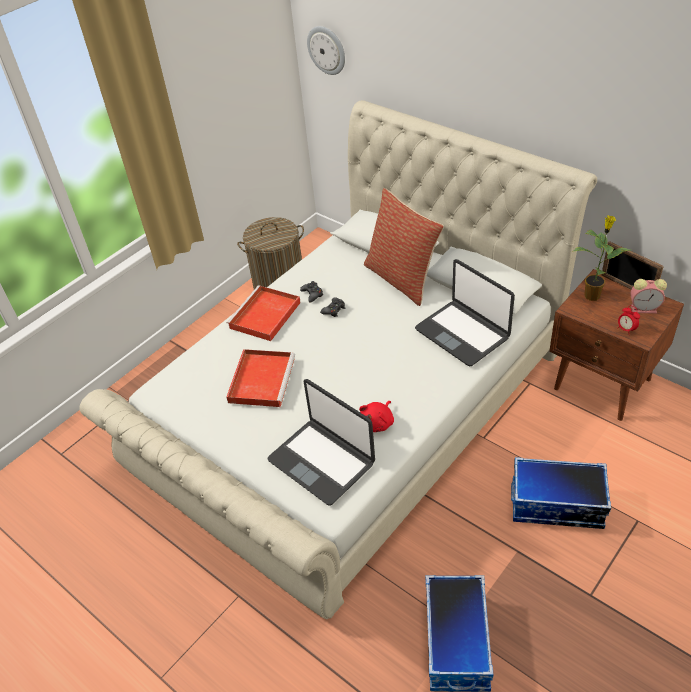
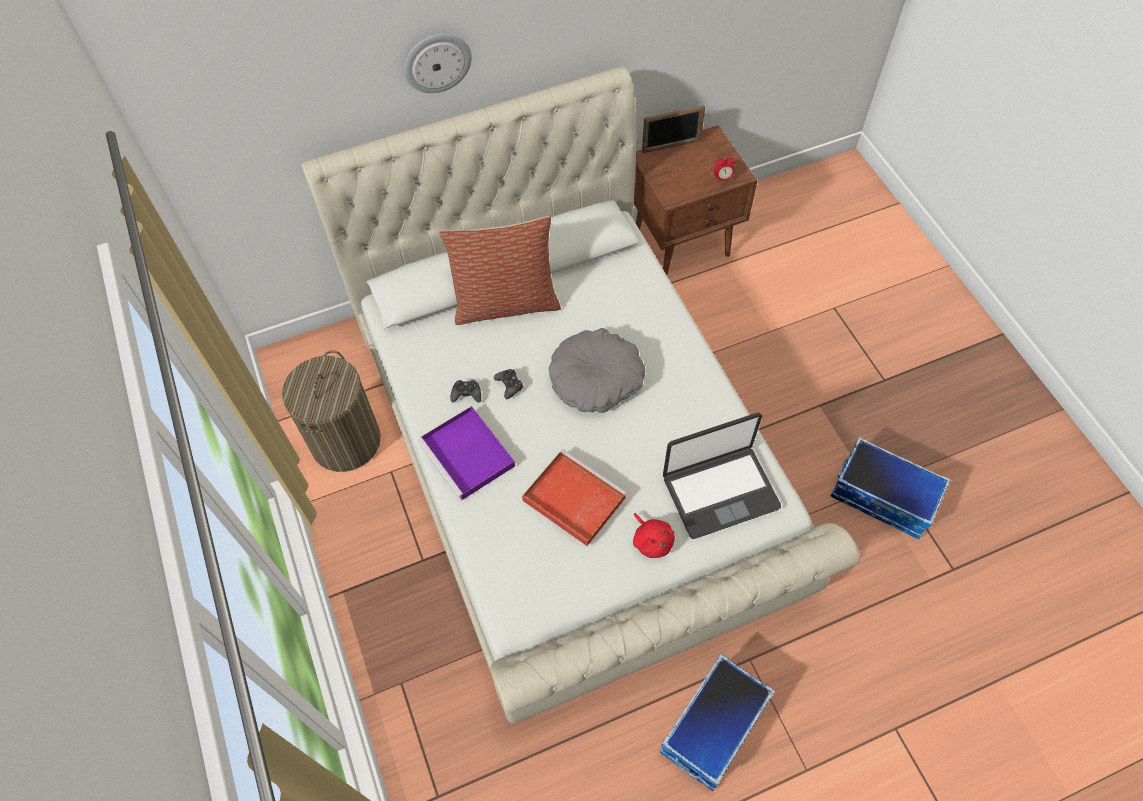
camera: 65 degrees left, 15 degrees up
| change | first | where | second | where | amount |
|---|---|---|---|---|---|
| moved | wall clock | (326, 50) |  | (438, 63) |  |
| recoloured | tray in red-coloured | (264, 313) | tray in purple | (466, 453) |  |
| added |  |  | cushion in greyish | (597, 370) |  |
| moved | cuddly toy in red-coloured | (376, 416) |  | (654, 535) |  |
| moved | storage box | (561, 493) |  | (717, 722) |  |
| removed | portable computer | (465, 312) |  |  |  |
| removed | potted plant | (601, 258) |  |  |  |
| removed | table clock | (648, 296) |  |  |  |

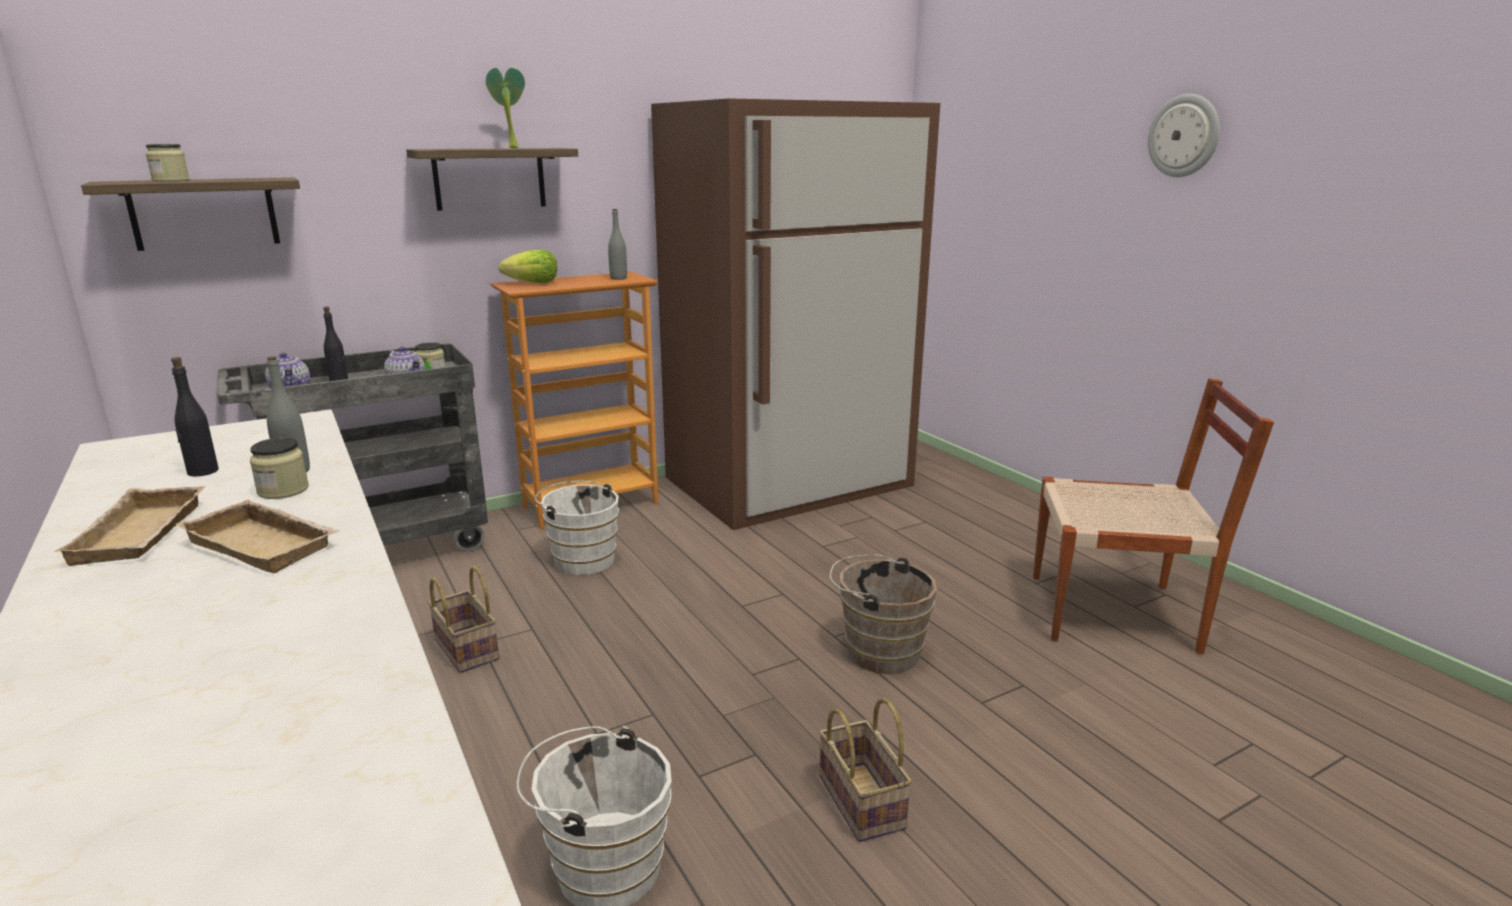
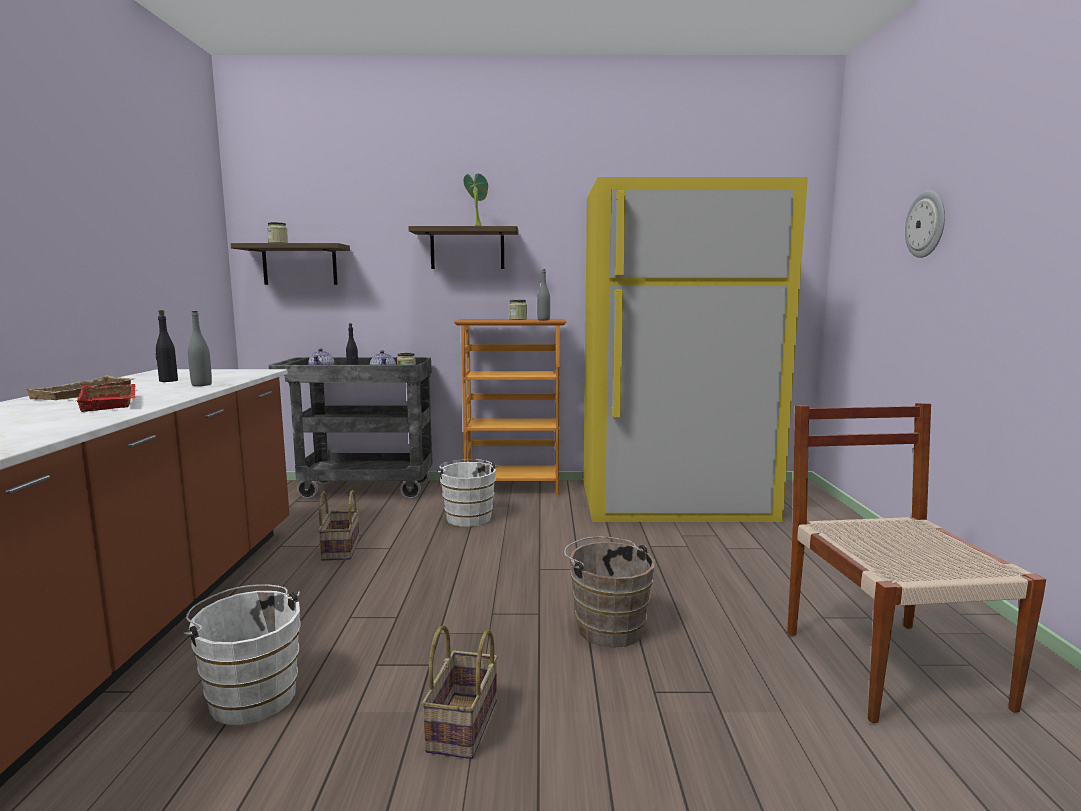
camera: 30 degrees right, 10 degrees down
| change | first | where | second | where | amount |
|---|---|---|---|---|---|
| recoloured | tray in beige | (257, 536) | tray in red-coloured | (106, 398) |  |
| moved | storage jar | (279, 468) |  | (518, 310) |  |
| recoloured | fridge in brownish | (795, 314) | fridge in yellowish | (695, 349) |  |
| turned | plain chair | (1153, 516) |  | (916, 563) | 135 degrees counterclockwise |
| moved | wall clock | (1184, 135) |  | (925, 224) |  |
| removed | lettuce | (527, 266) |  |  |  |

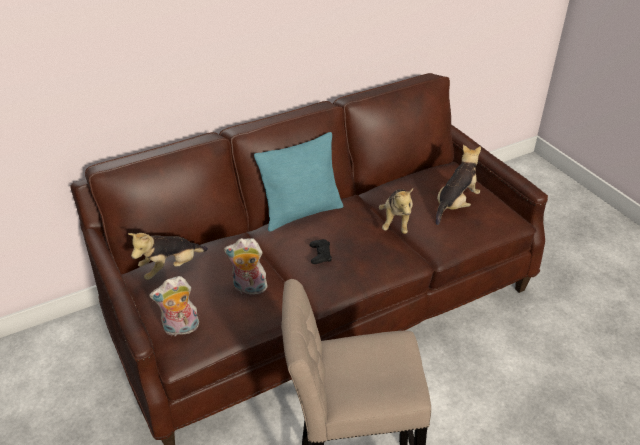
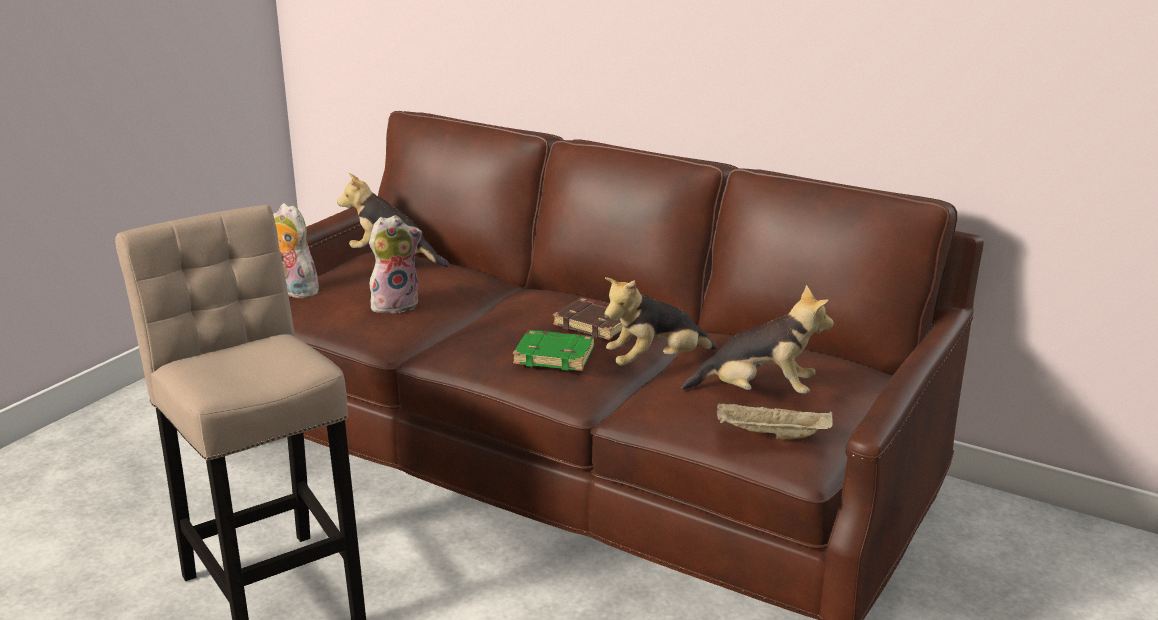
camera: 60 degrees right, 15 degrees down
| change | first | where | second | where | amount |
|---|---|---|---|---|---|
| turned | cuddly toy | (246, 266) |  | (395, 264) | 90 degrees clockwise |
| added |  |  | bound book in greenish | (554, 350) |  |
| added |  |  | bound book in brownish | (588, 318) |  |
| added |  |  | tray in beige | (775, 421) |  |
| removed | cushion in turquoise | (298, 182) |  |  |  |
| removed | gamepad in black-coloured | (320, 251) |  |  |  |

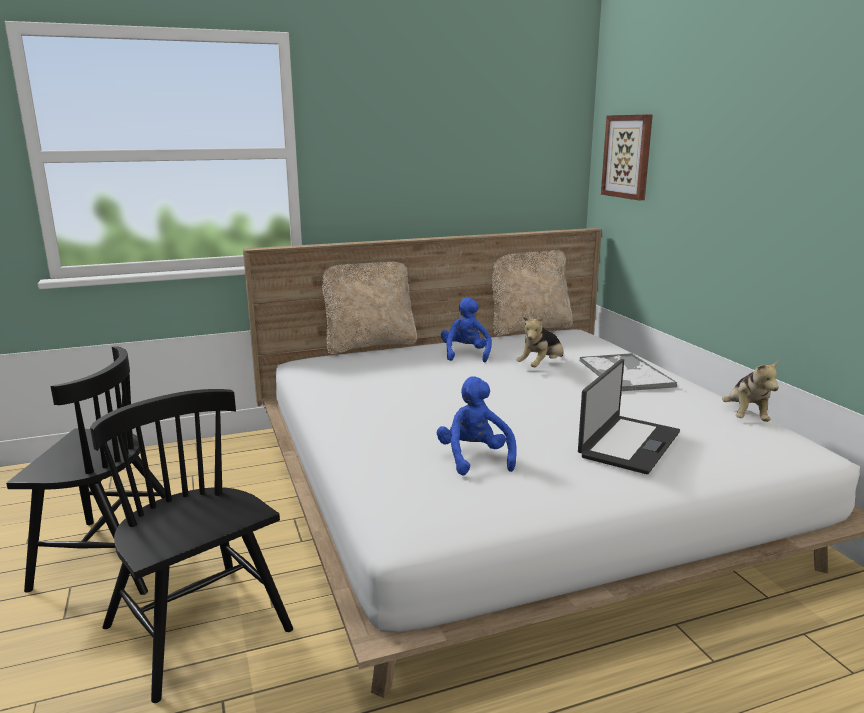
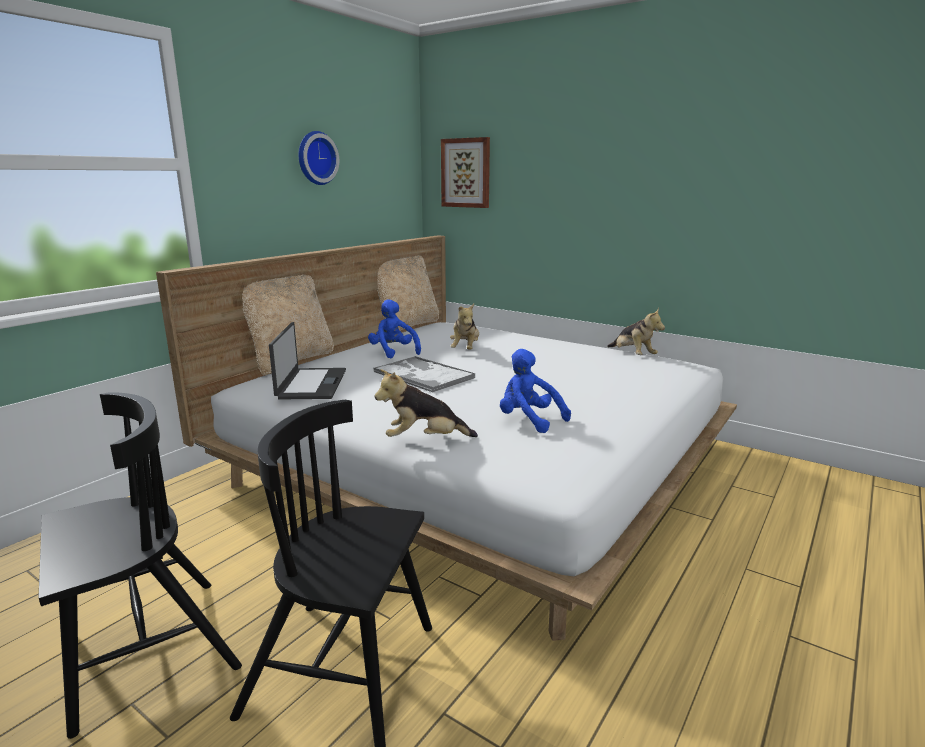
camera: 35 degrees left, 0 degrees up
| change | first | where | second | where | amount |
|---|---|---|---|---|---|
| moved | portable computer | (629, 416) |  | (307, 361) |  |
| added |  |  | wall clock | (319, 158) |  |
| moved | tray | (628, 372) |  | (424, 374) |  |
| added |  |  | cuddly toy | (426, 403) |  |

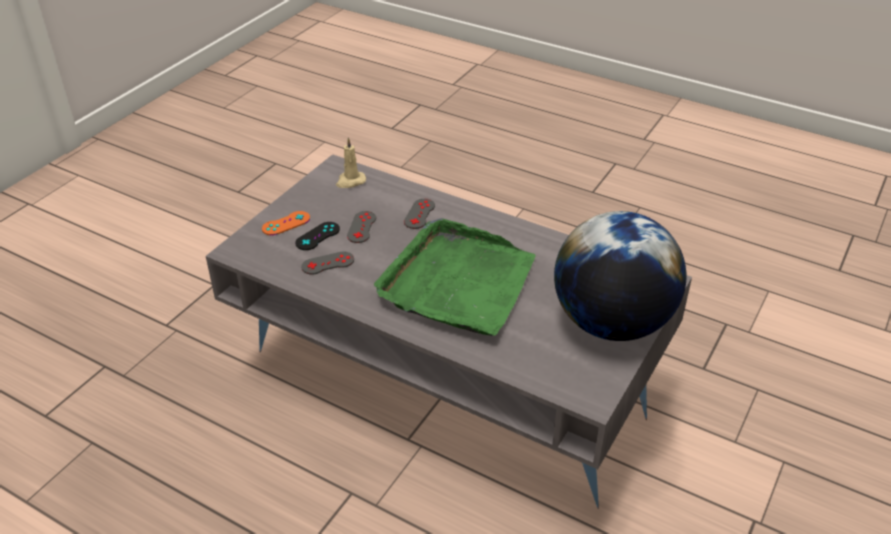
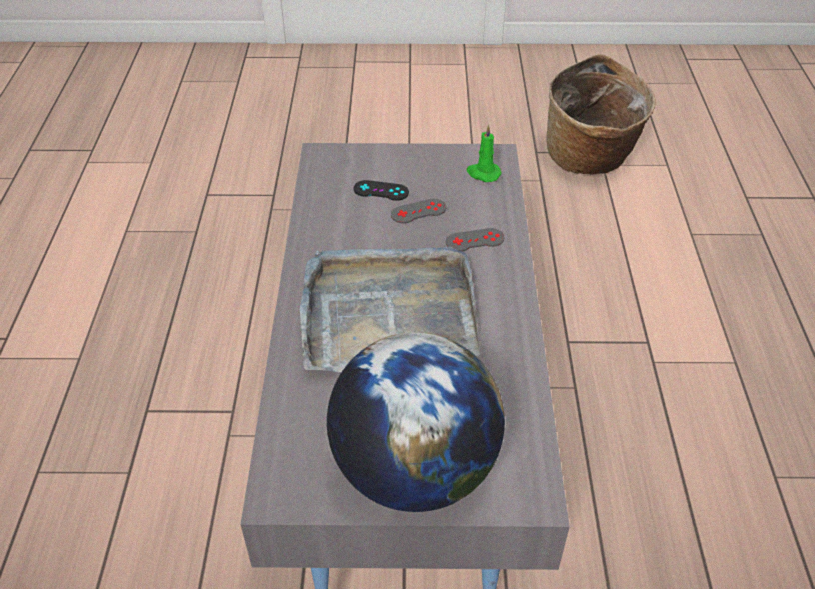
camera: 60 degrees right, 5 degrees up
| change | first | where | second | where | amount |
|---|---|---|---|---|---|
| recoloured | tray in greenish | (455, 277) | tray in greyish | (390, 310) |  |
| recoloured | candle in beige | (351, 163) | candle in greenish | (484, 153) |  |
| added |  |  | storage basket | (601, 114) |  |
| removed | gamepad in orange | (286, 223) |  |  |  |
| removed | gamepad in greyish | (327, 263) |  |  |  |

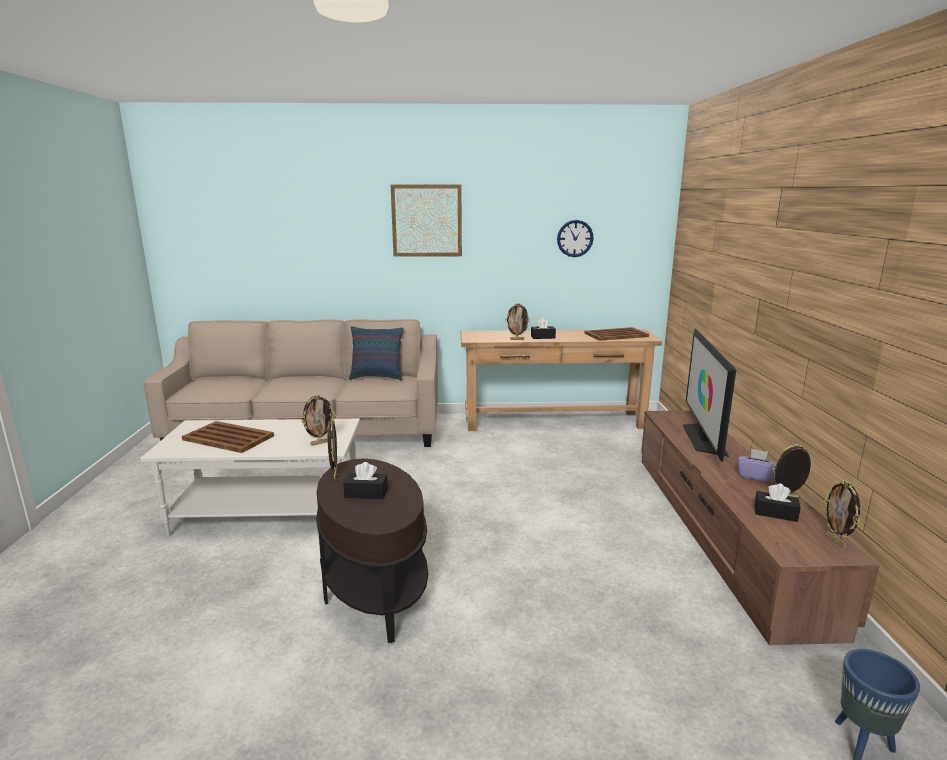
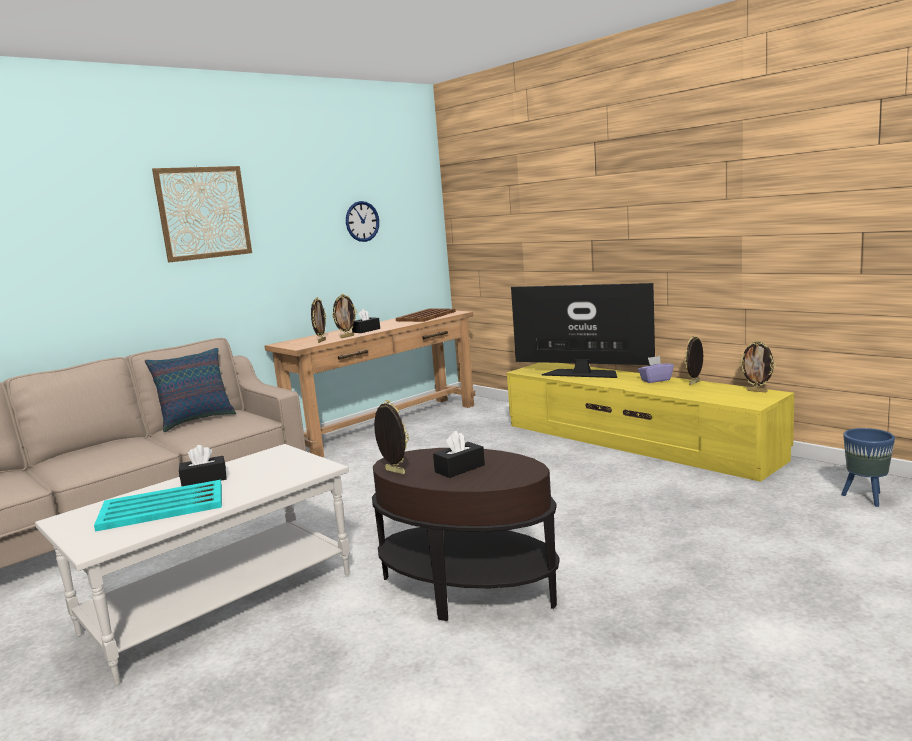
camera: 40 degrees left, 5 degrees down
| change | first | where | second | where | amount |
|---|---|---|---|---|---|
| recoloured | tray in brownish | (228, 437) | tray in turquoise | (158, 506) |  |
| moved | tissue holder in black-coloured | (778, 503) |  | (203, 465) |  |
| moved | photo frame | (318, 420) |  | (318, 320) |  |
| recoloured | tv unit in brownish | (760, 528) | tv unit in yellowish | (650, 422) |  |
| turned | TV | (709, 395) |  | (583, 330) | 150 degrees clockwise |

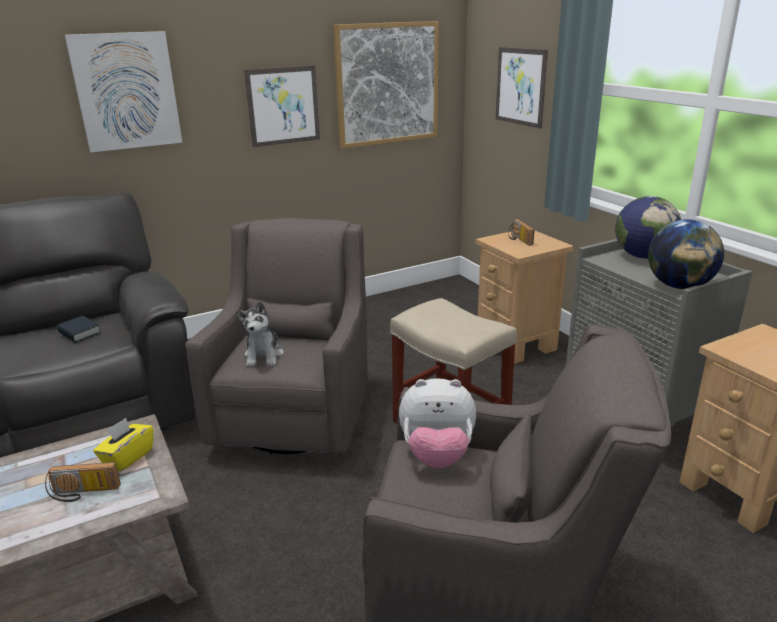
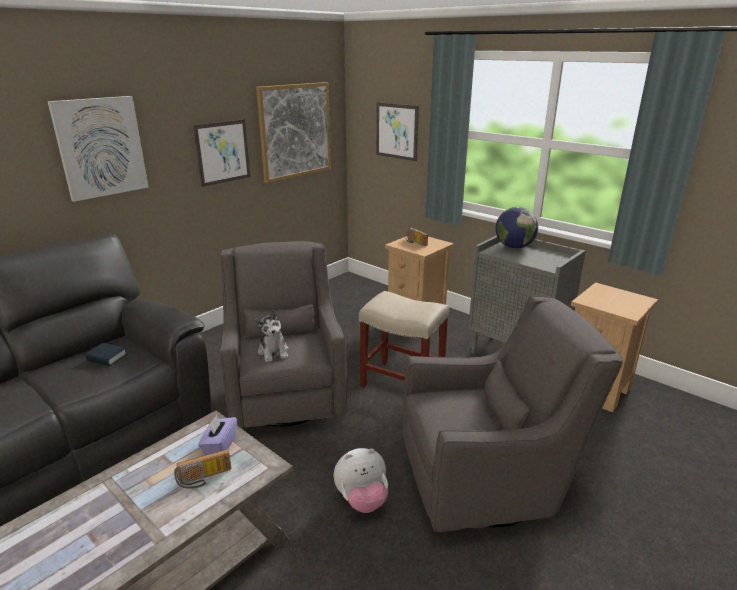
camera: 20 degrees left, 0 degrees up
| change | first | where | second | where | amount |
|---|---|---|---|---|---|
| recoloured | tissue holder in yellowish | (123, 445) | tissue holder in purple | (217, 435) |  |
| moved | cuddly toy | (437, 423) |  | (361, 480) |  |
| removed | world globe | (686, 254) |  |  |  |

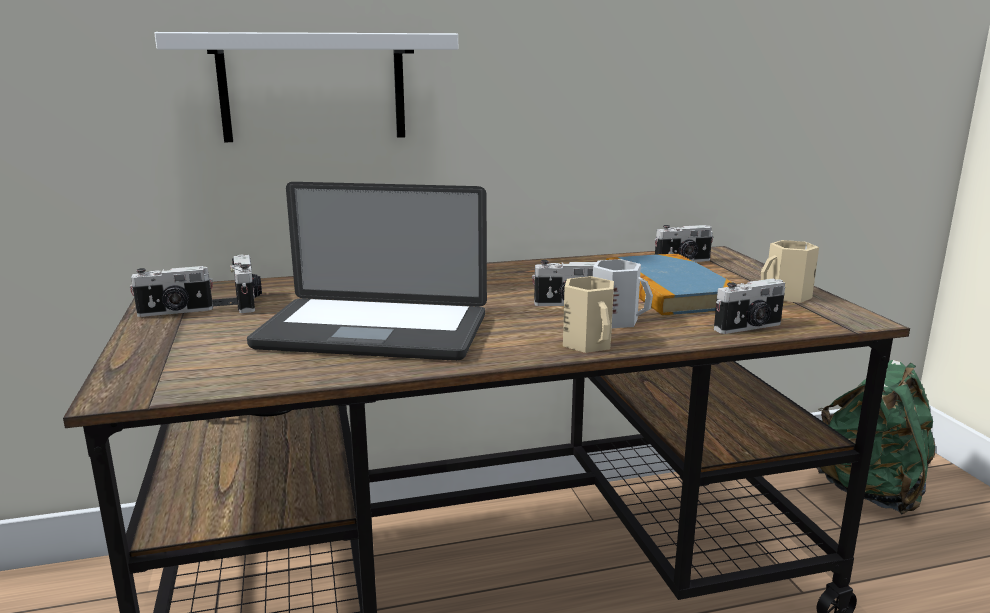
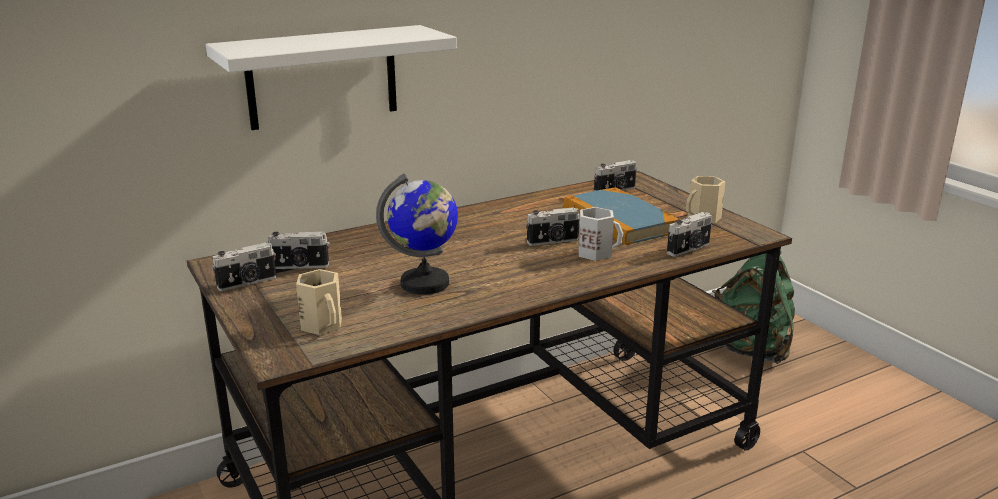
camera: 15 degrees left, 5 degrees up
| change | first | where | second | where | amount |
|---|---|---|---|---|---|
| turned | still camera | (246, 284) |  | (299, 250) | 120 degrees clockwise |
| moved | coffee mug in beige | (588, 314) |  | (319, 302) |  |
| replaced | portable computer | (367, 271) | world globe | (417, 234) |  |

